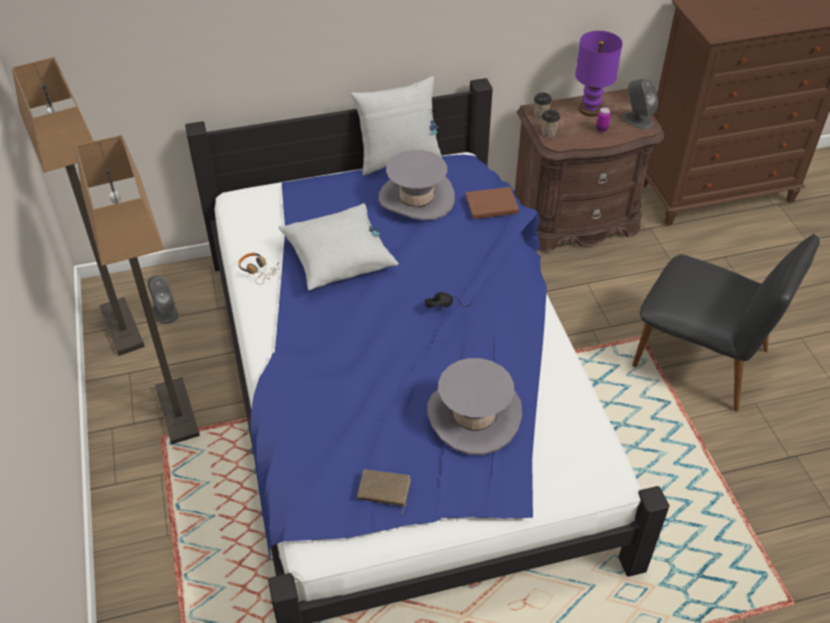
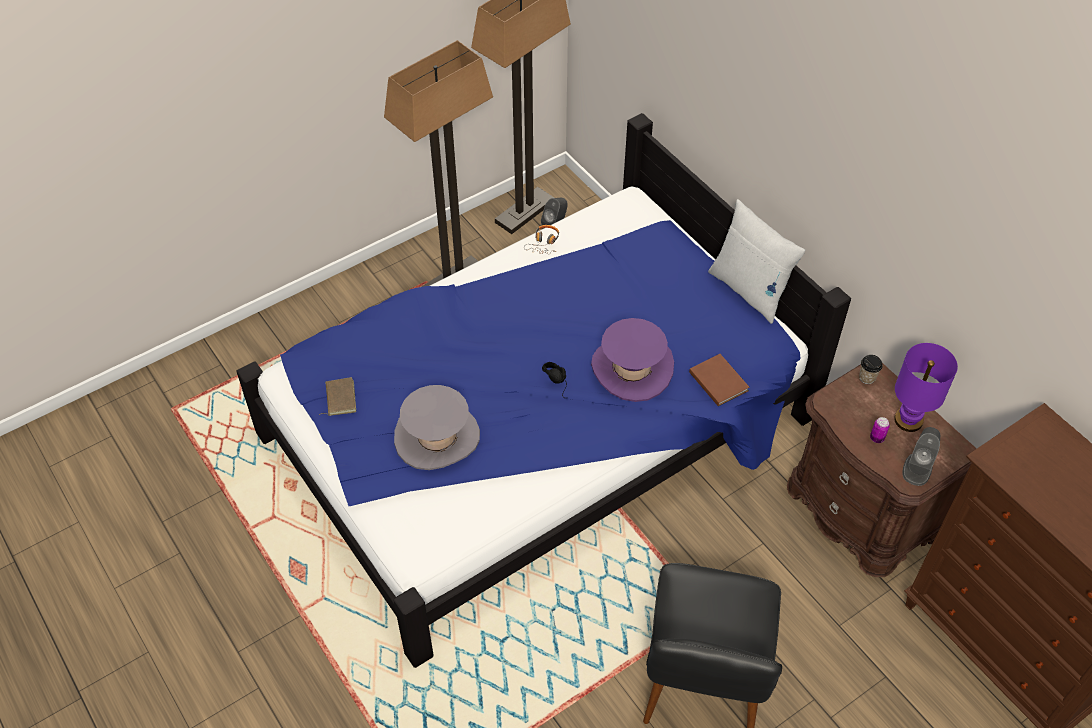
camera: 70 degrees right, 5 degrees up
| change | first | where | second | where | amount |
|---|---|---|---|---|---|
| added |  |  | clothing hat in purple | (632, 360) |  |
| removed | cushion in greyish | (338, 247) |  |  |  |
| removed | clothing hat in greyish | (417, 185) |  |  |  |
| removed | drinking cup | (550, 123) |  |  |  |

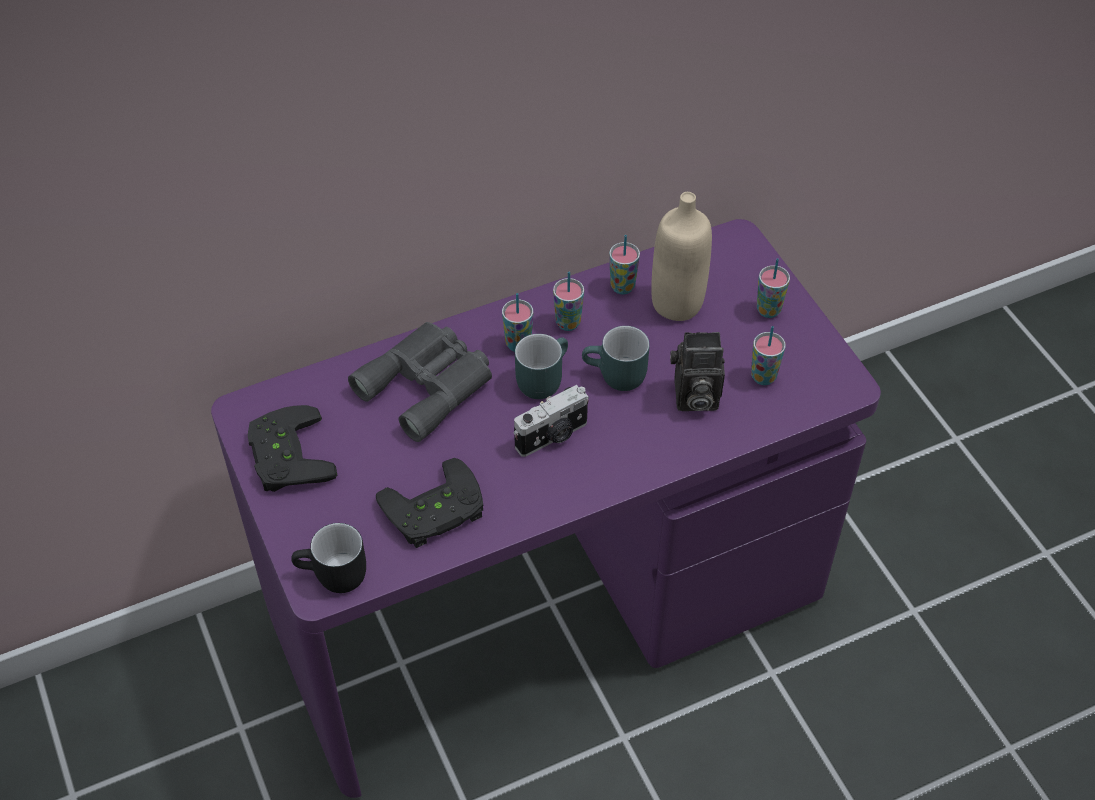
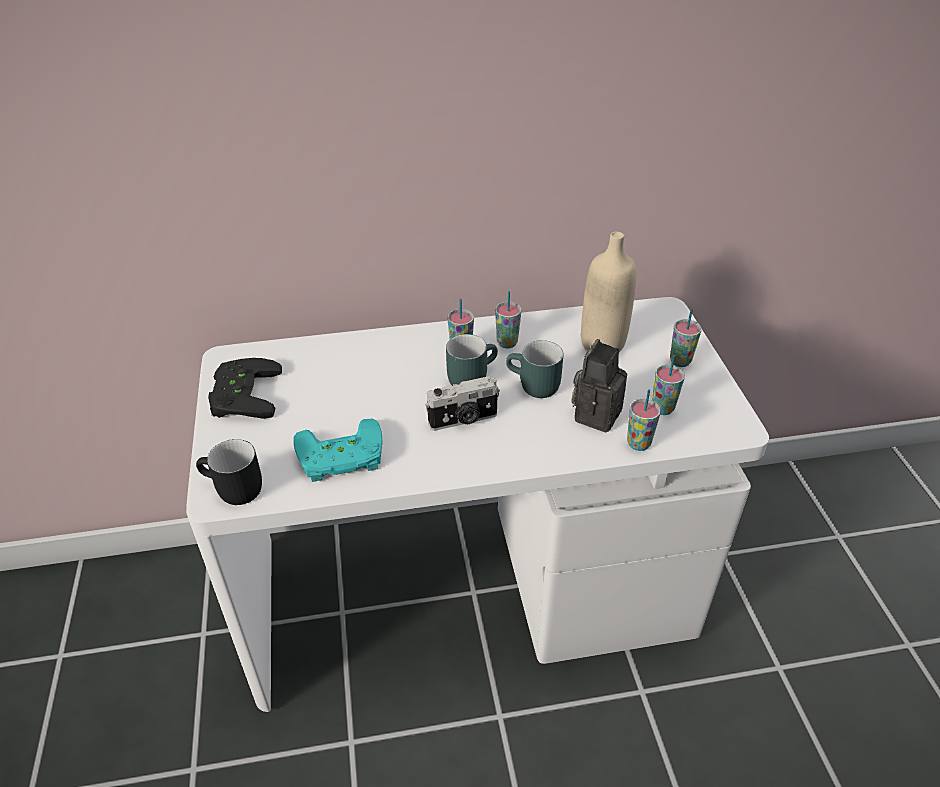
camera: 15 degrees right, 10 degrees down
| change | first | where | second | where | amount |
|---|---|---|---|---|---|
| recoloured | desk table in purple | (546, 508) | desk table in white-coloured | (477, 504) |  |
| recoloured | gamepad in black-coloured | (429, 503) | gamepad in turquoise | (338, 450) |  |
| turned | still camera | (697, 371) |  | (599, 386) | 105 degrees clockwise |
| moved | drinking cup | (624, 264) |  | (644, 420) |  |
| removed | binoculars in greyish | (420, 382) |  |  |  |

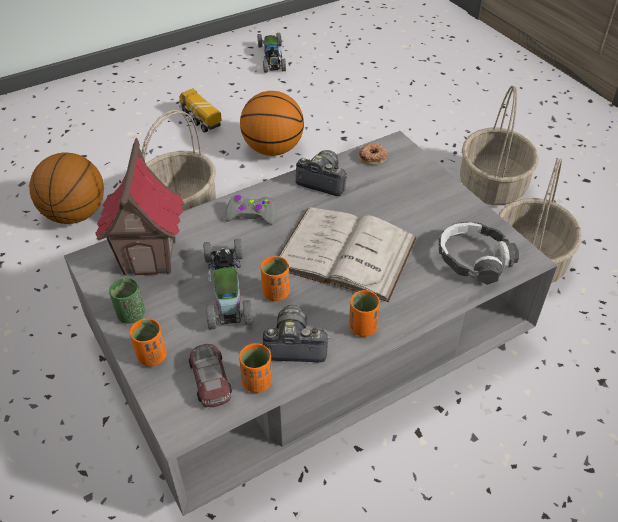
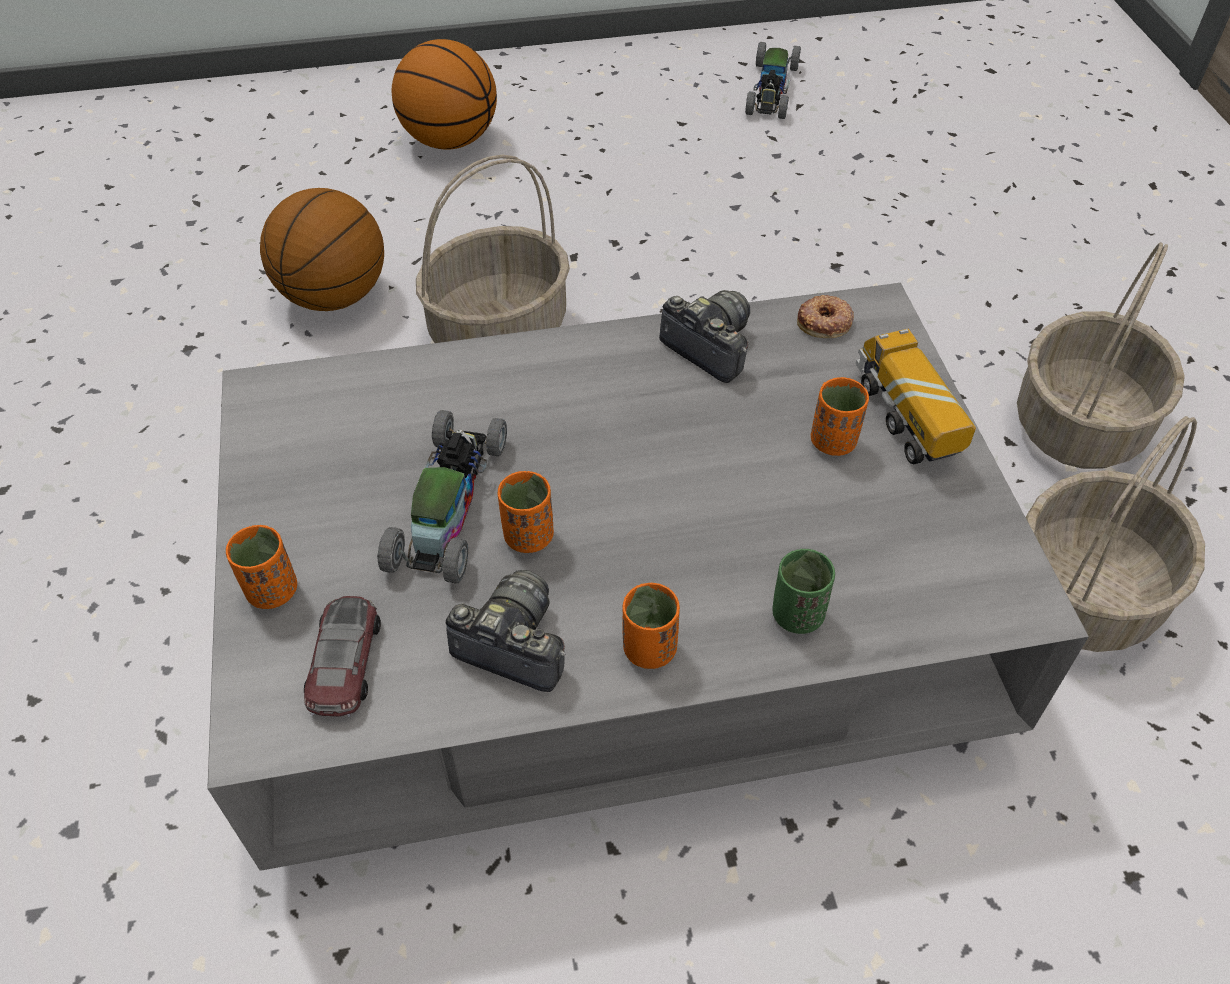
camera: 20 degrees right, 5 degrees up
| change | first | where | second | where | amount |
|---|---|---|---|---|---|
| moved | ball for basketball | (272, 123) |  | (444, 94) |  |
| moved | drinking cup in greenish | (127, 300) |  | (804, 591) |  |
| moved | drinking cup in orange | (255, 368) |  | (840, 416) |  |
| moved | model truck | (200, 110) |  | (916, 396) |  |
| removed | toy house | (139, 206) |  |  |  |
| removed | gamepad in greyish | (249, 210) |  |  |  |
| removed | bound book in white-coloured | (347, 254) |  |  |  |
| removed | headphones | (479, 253) |  |  |  |

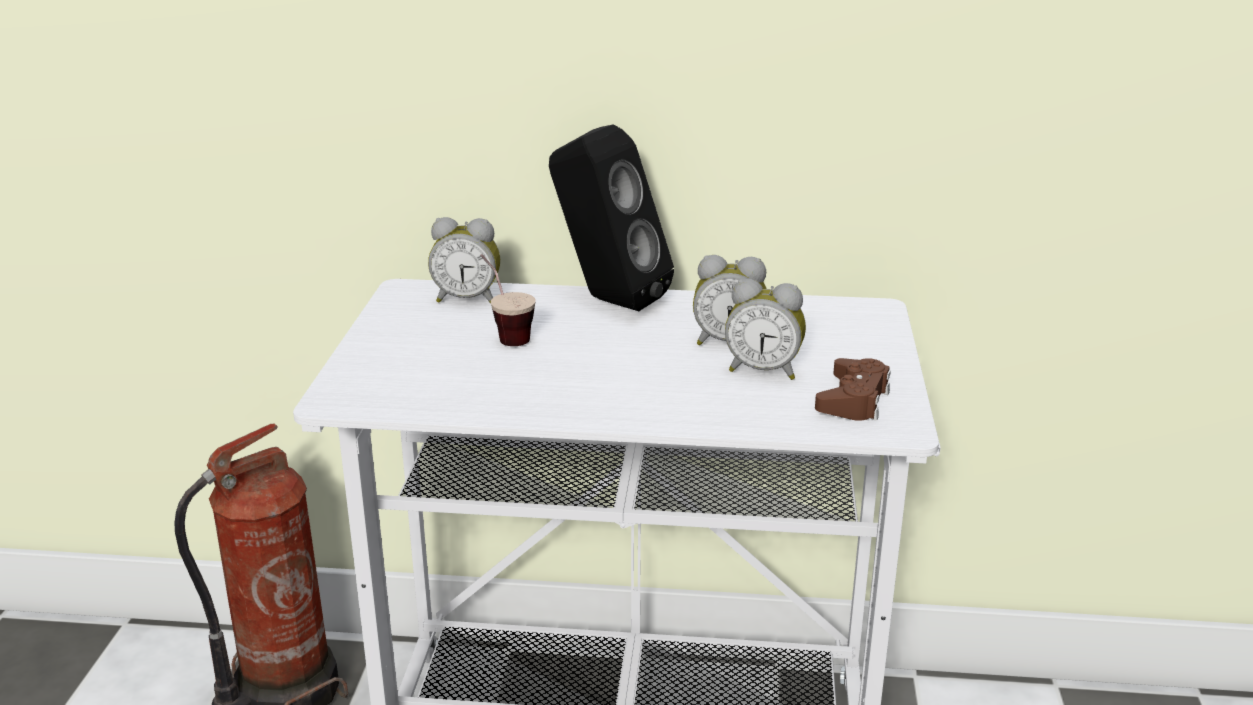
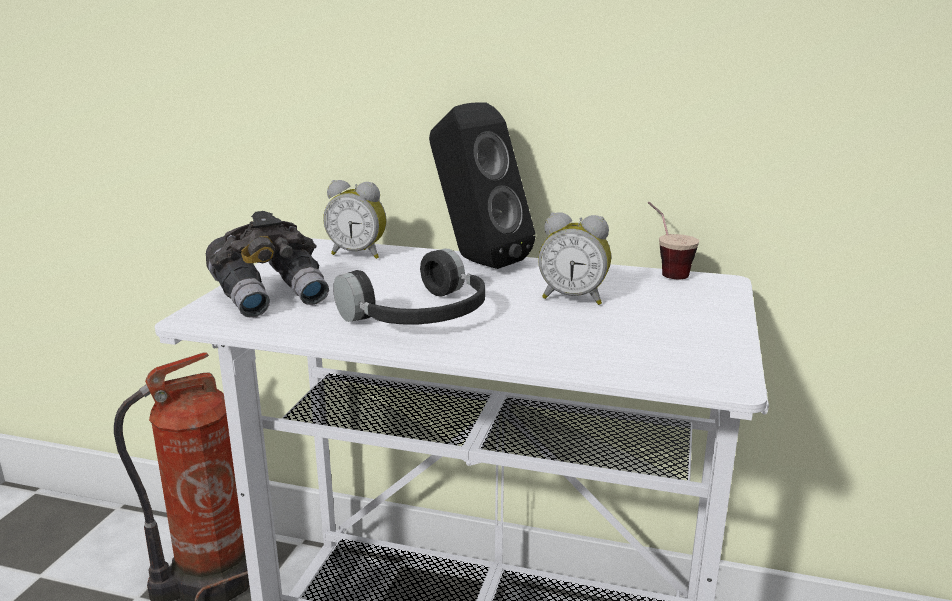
camera: 10 degrees right, 5 degrees down
| change | first | where | second | where | amount |
|---|---|---|---|---|---|
| added |  |  | binoculars in greyish | (267, 264) |  |
| added |  |  | headphones in black-coloured | (409, 287) |  |
| moved | drinking cup | (508, 300) |  | (673, 240) |  |
| removed | table clock | (765, 329) |  |  |  |
| removed | gamepad in brownish | (853, 389) |  |  |  |

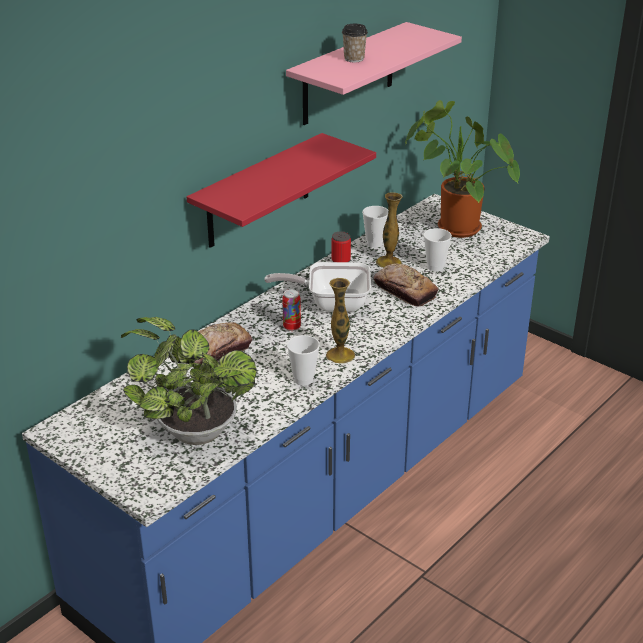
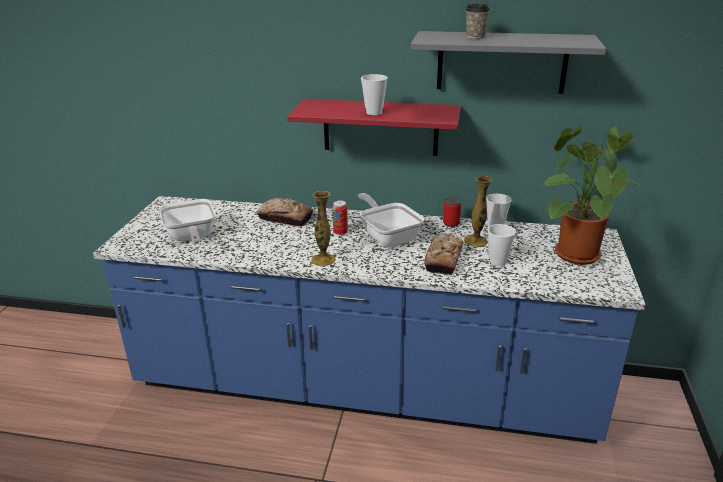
camera: 60 degrees right, 5 degrees down
| change | first | where | second | where | amount |
|---|---|---|---|---|---|
| replaced | potted plant | (188, 381) | frying pan | (187, 221) |  |
| moved | drinking cup | (303, 360) |  | (374, 94) |  |
| recoloured | wall shelf in pink | (374, 73) | wall shelf in greyish | (508, 62) |  |

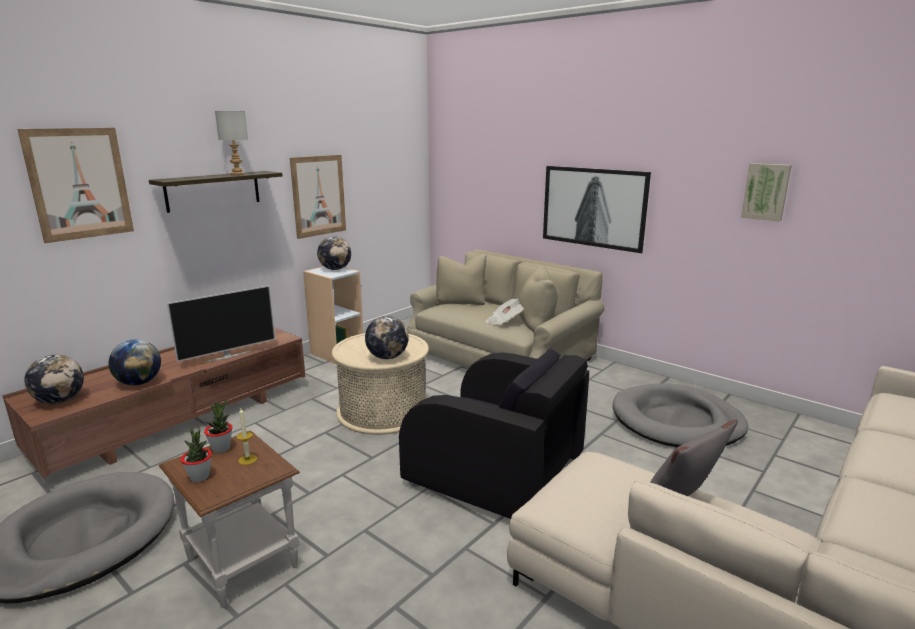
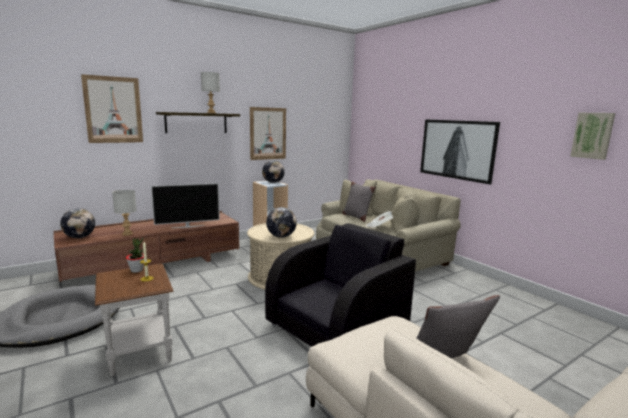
camera: 15 degrees right, 5 degrees down
| change | first | where | second | where | amount |
|---|---|---|---|---|---|
| replaced | world globe | (135, 362) | table lamp in greyish | (124, 213) |  |
| turned | lounge chair in black-coloured | (494, 434) |  | (340, 285) | 90 degrees counterclockwise |
| added |  |  | cushion in greyish | (359, 201) |  |
| removed | potted plant | (196, 455) |  |  |  |
| removed | dog cushion in greyish | (680, 416) |  |  |  |

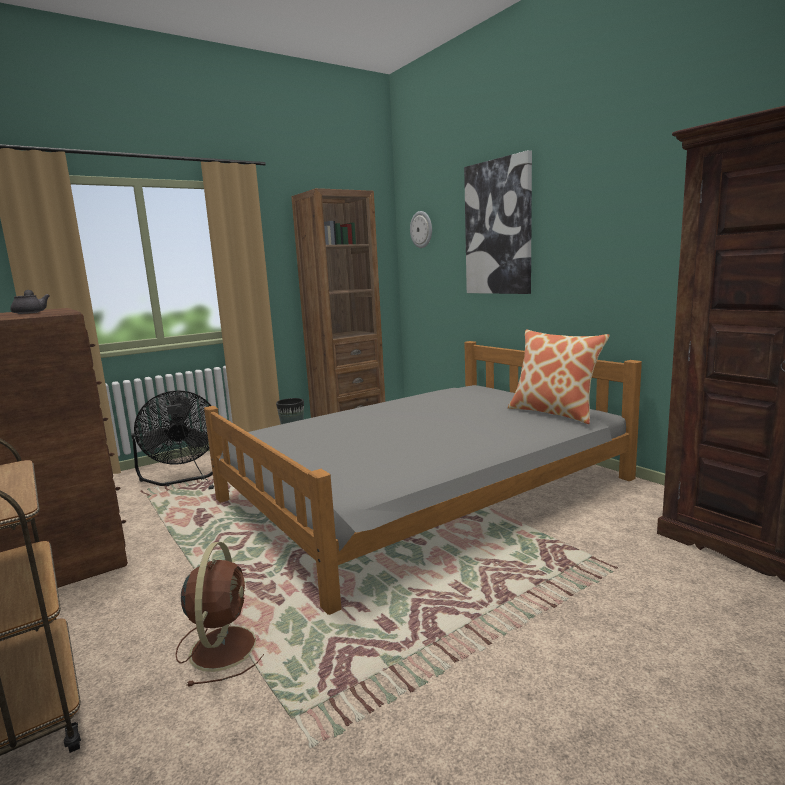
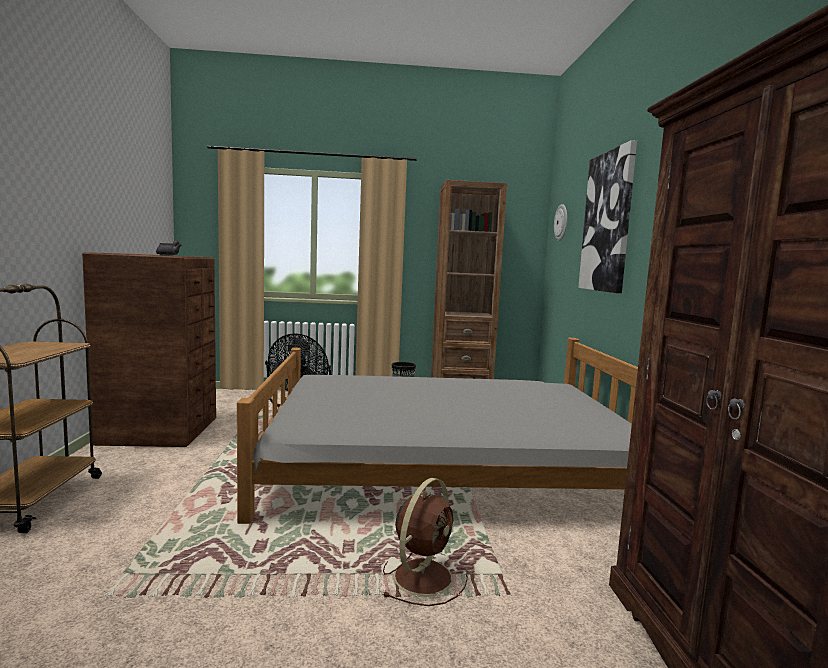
camera: 30 degrees right, 5 degrees down
| change | first | where | second | where | amount |
|---|---|---|---|---|---|
| moved | electric fan in brownish | (219, 614) |  | (425, 542) |  |
| removed | cushion | (559, 377) |  |  |  |

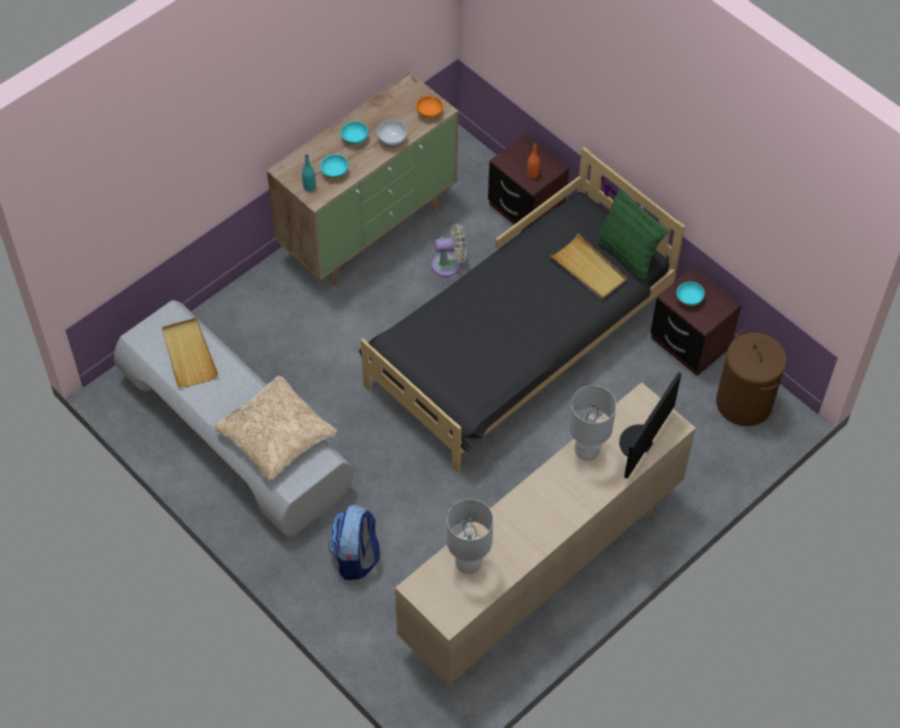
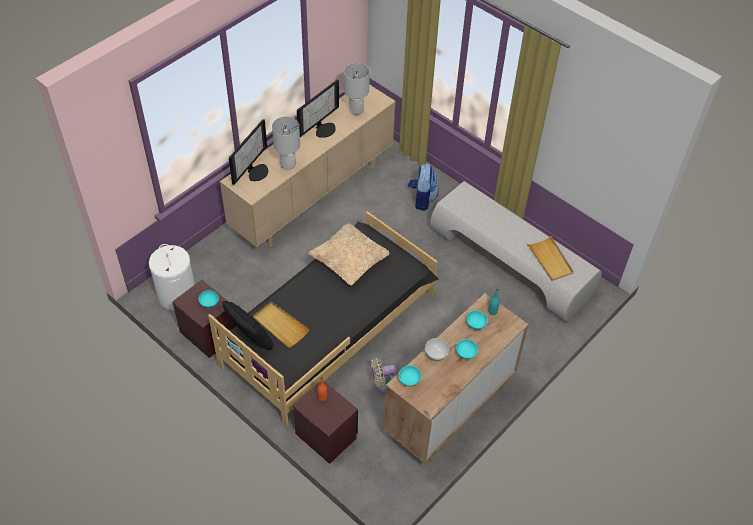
camera: 175 degrees right, 5 degrees down
| change | first | where | second | where | amount |
|---|---|---|---|---|---|
| recoloured | washing basket in brownish | (751, 378) | washing basket in white-coloured | (172, 277) |  |
| recoloured | cushion in greenish | (633, 234) | cushion in black-coloured | (248, 325) |  |
| added |  |  | monitor | (318, 109) |  |
| moved | cushion in beige | (276, 428) |  | (349, 254) |  |
| recoloured | serving bowl in orange | (429, 107) | serving bowl in turquoise | (410, 376) |  |

